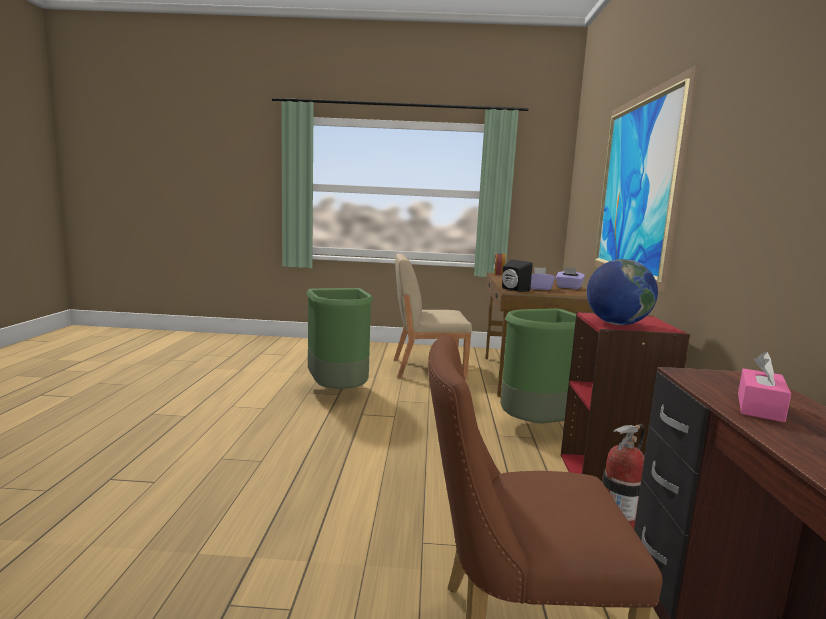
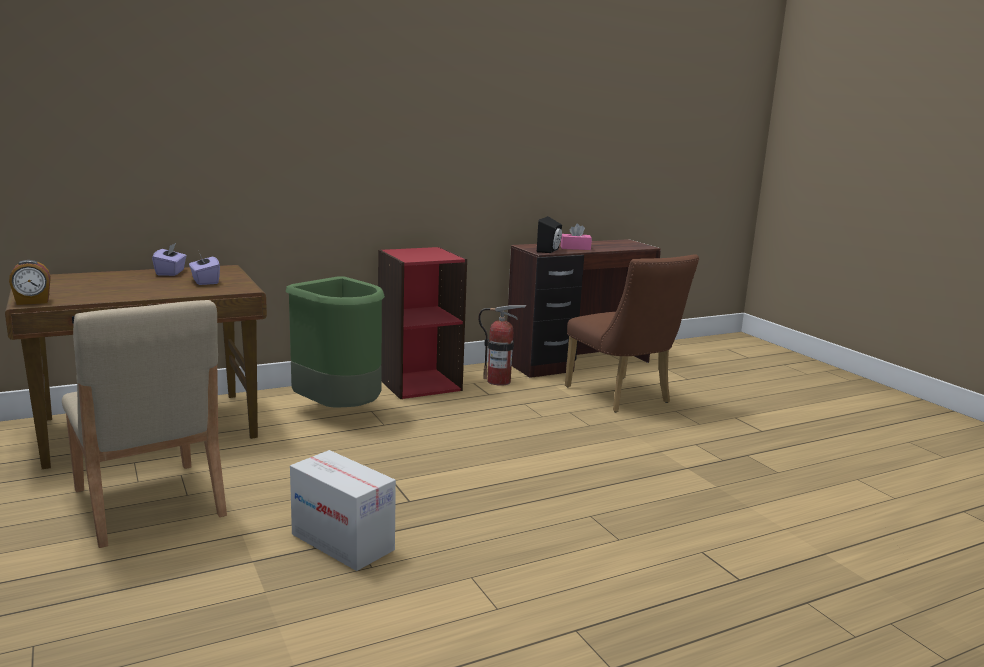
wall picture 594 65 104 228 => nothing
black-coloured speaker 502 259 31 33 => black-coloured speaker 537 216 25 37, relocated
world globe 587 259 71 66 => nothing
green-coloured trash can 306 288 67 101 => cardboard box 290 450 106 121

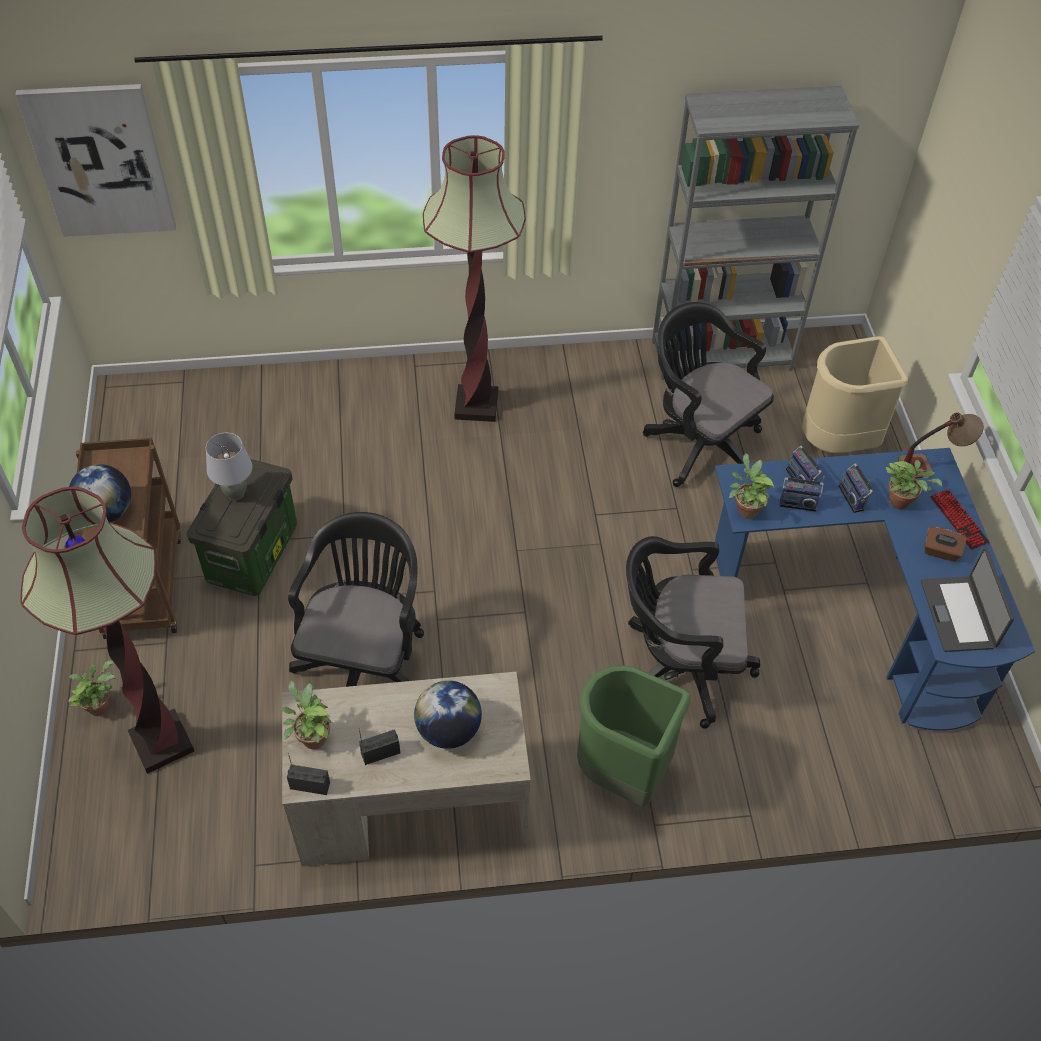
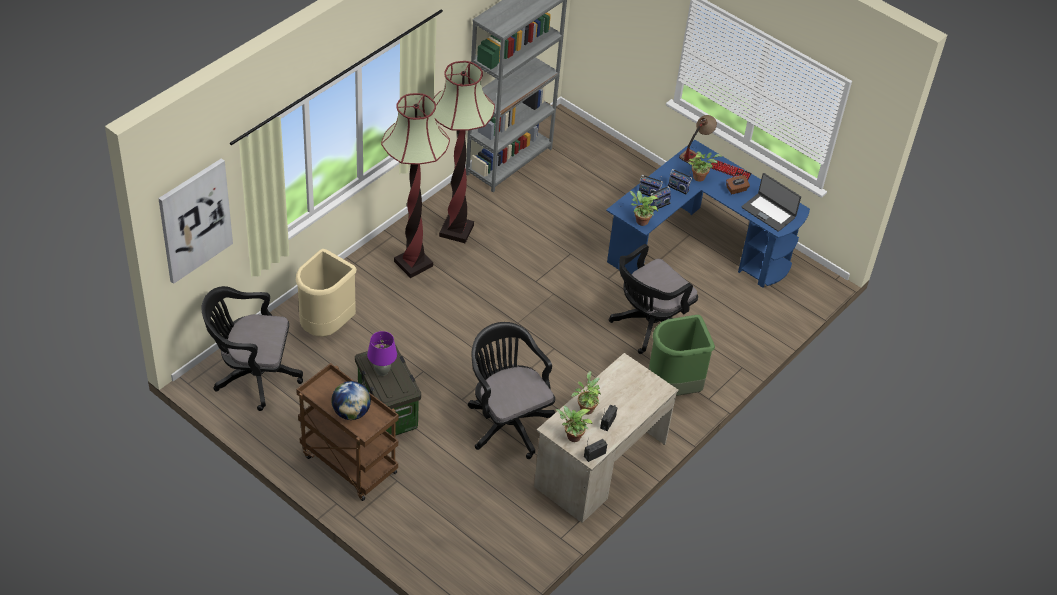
black-coloured office chair 643 302 131 185 => black-coloured office chair 202 286 101 125, relocated
beige trash can 802 336 106 117 => beige trash can 296 249 61 87, relocated
gray table lamp 206 433 46 67 => purple table lamp 367 331 30 45
standard lamp 20 487 174 287 => standard lamp 433 61 62 182, relocated
potted plant 69 660 47 56 => potted plant 571 371 30 44, relocated
world globe 414 680 68 69 => nothing

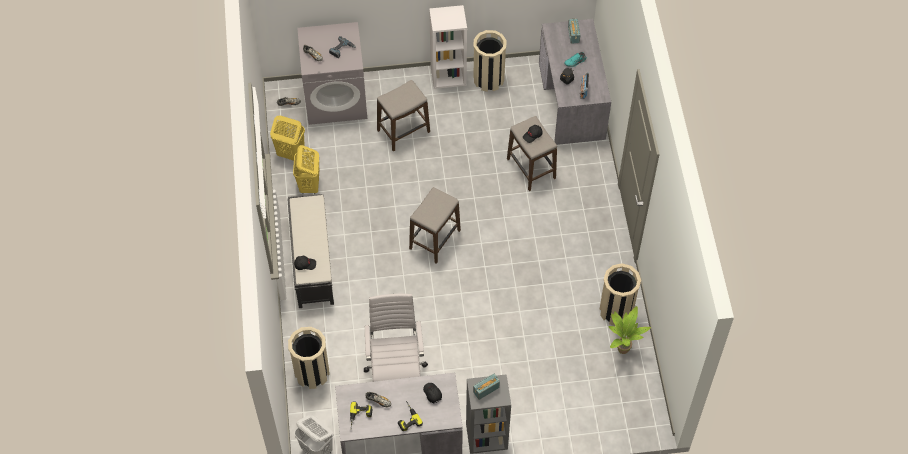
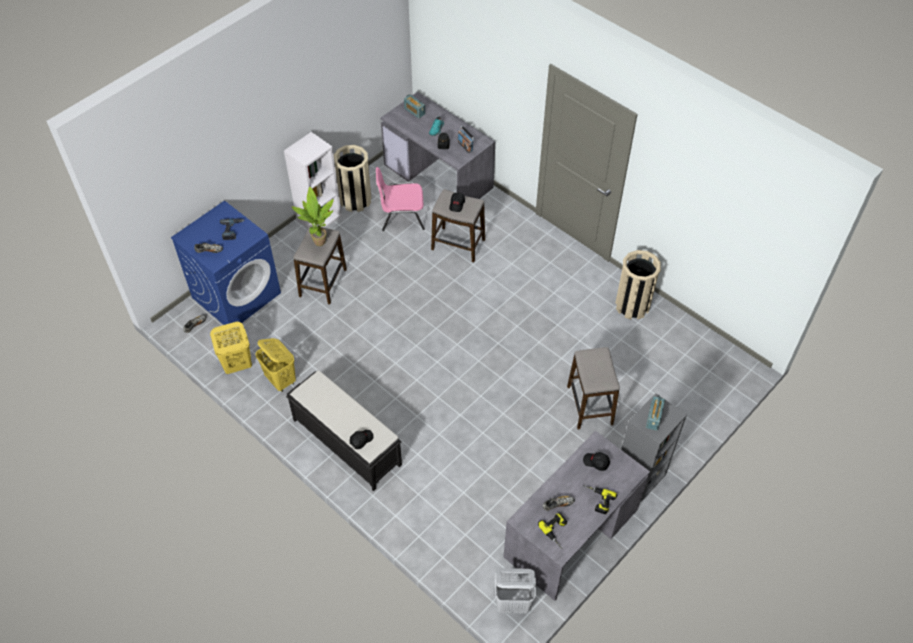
gray washing machine 297 22 70 103 => blue washing machine 171 200 110 130
stool 409 187 52 77 => stool 567 347 53 82, relocated
whitish office chair 364 294 64 88 => nothing
potted plant 609 306 42 48 => potted plant 291 187 43 59, relocated
beige trash can 288 327 42 62 => nothing
nothing => pink-coloured upright chair 376 167 49 64

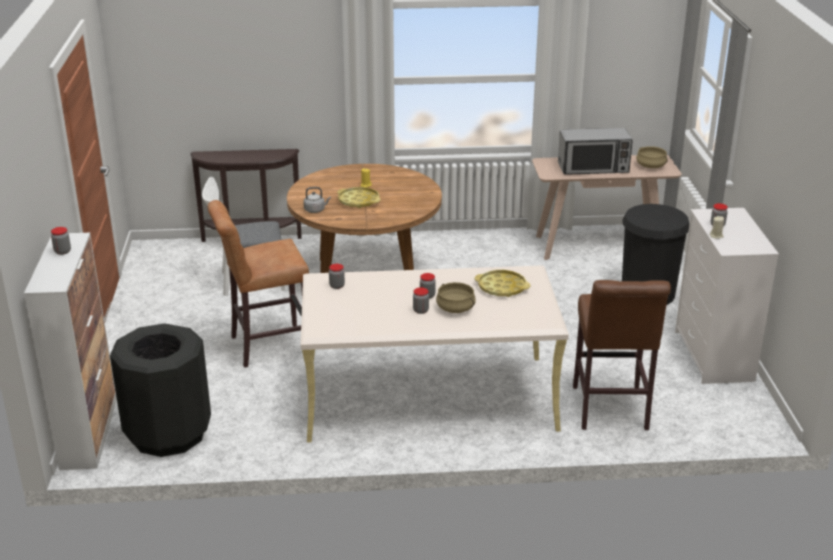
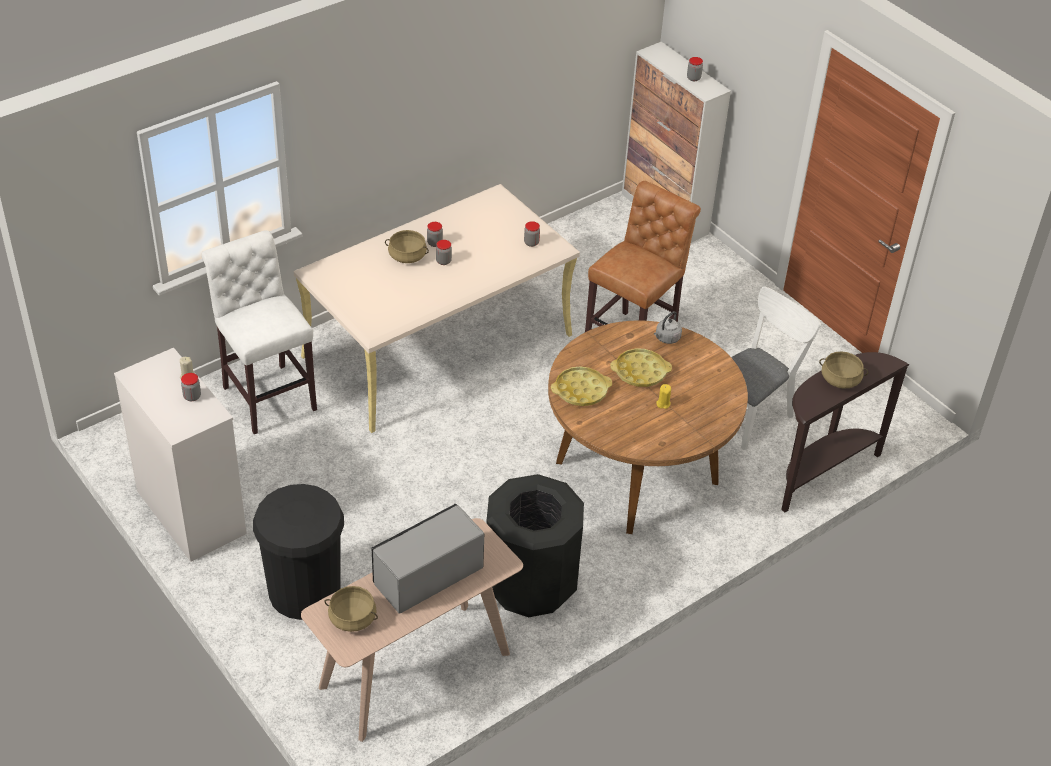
yellow-coloured carrying tray 475 270 56 27 => yellow-coloured carrying tray 551 366 61 40, relocated
brown stool 573 280 98 150 => whitish stool 201 230 116 204
black-coloured trash can 110 323 101 134 => black-coloured trash can 486 474 98 143, relocated
nothing => beige saucepot 819 351 49 38

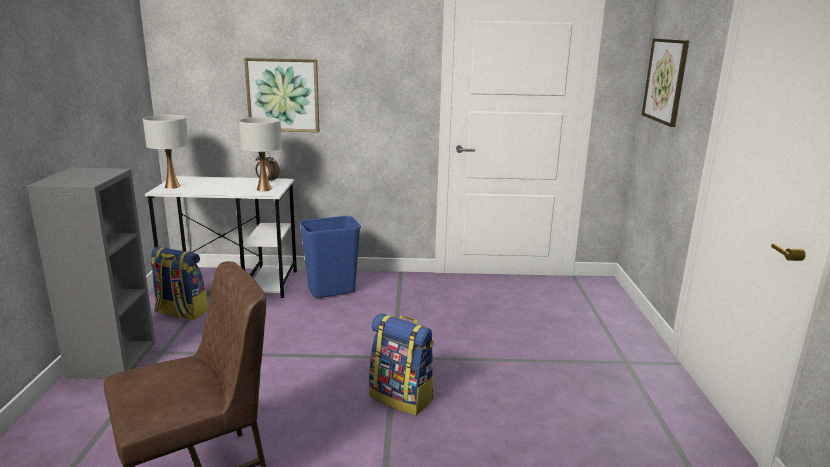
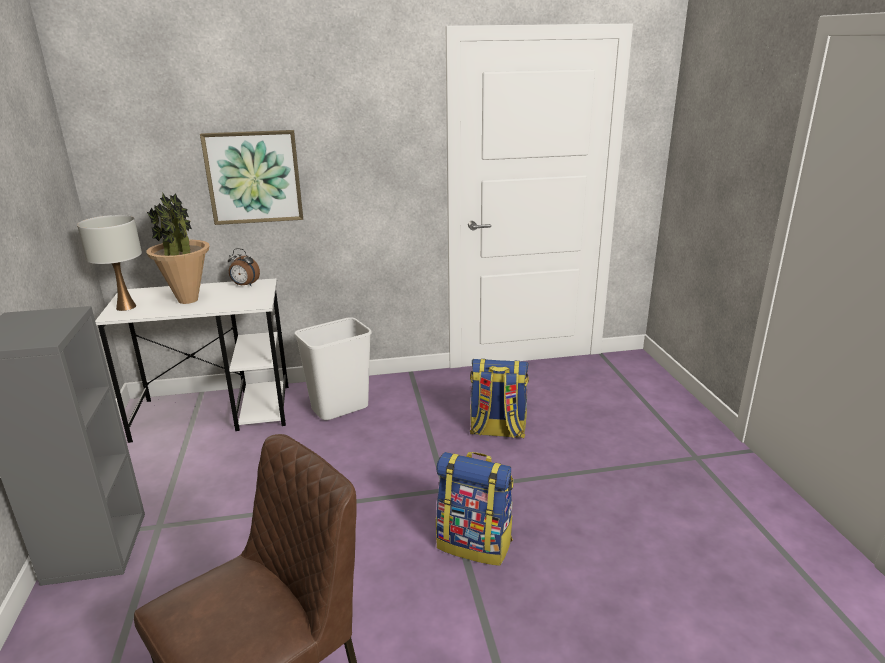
wall picture 642 38 47 89 => nothing
whitish table lamp 239 117 43 74 => nothing
blue trash can 299 216 62 82 => whitish trash can 295 317 77 103
rucksack 150 247 58 73 => rucksack 470 359 59 79, relocated
nothing => potted plant 146 193 64 111

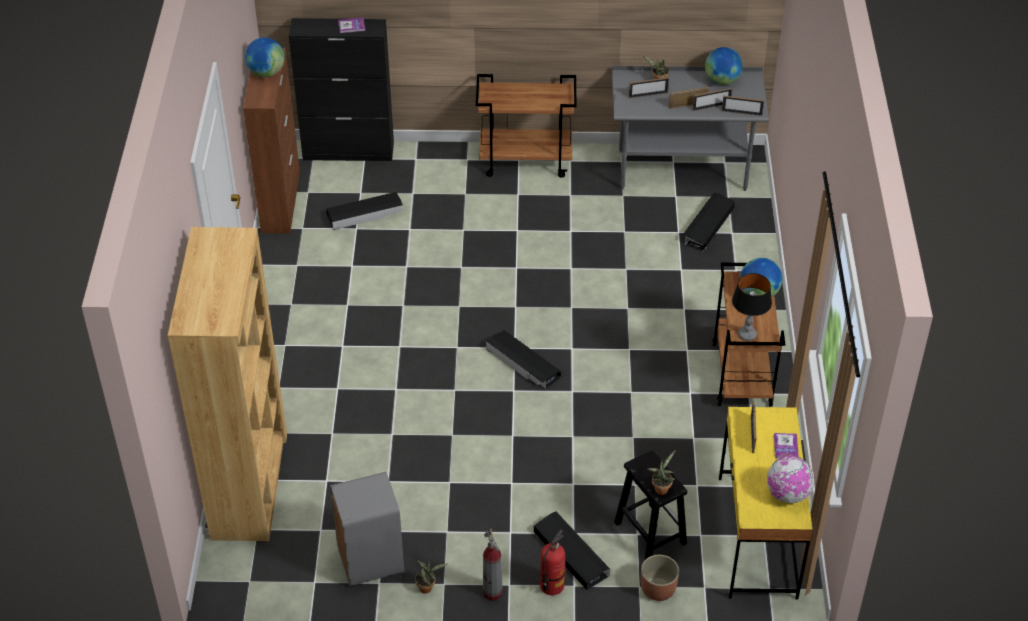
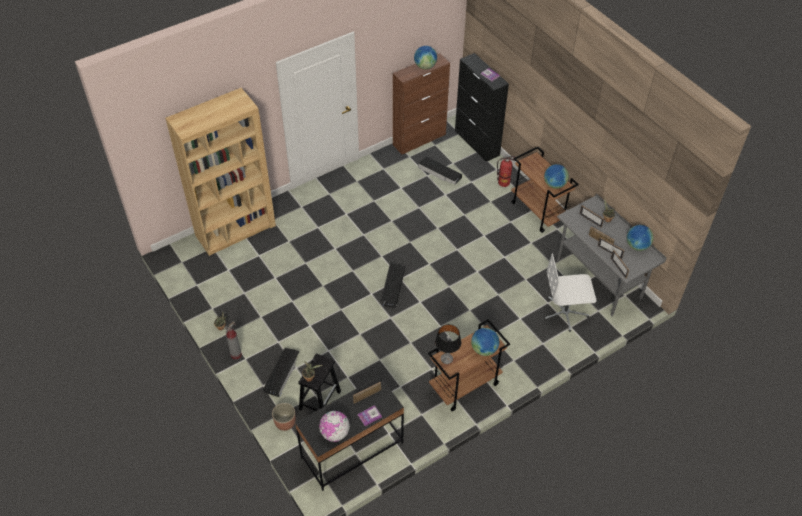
black-coloured storage bin 682 193 53 58 => whitish office chair 544 253 52 79
yellow-coloured desk 719 407 94 193 => black-coloured desk 295 376 109 115
gray trash can 330 472 74 114 => nothing
fire-fighting cylinder 540 530 25 65 => fire-fighting cylinder 497 156 18 31, relocated
nothing => world globe 544 164 25 25

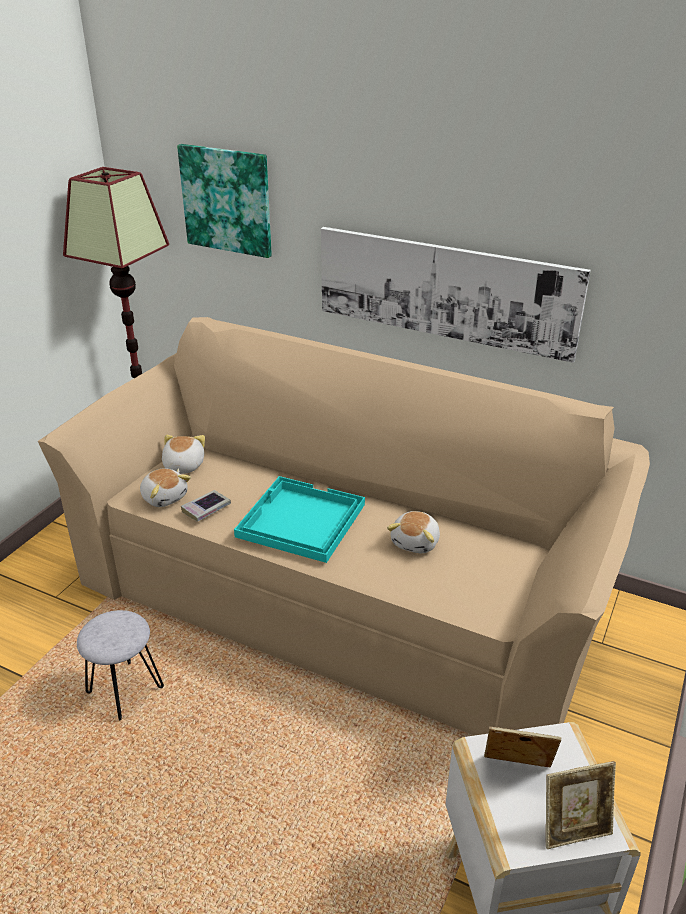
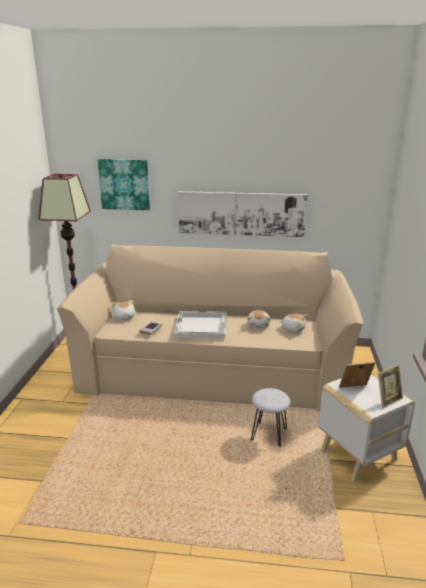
soft toy 140 468 51 39 => soft toy 279 314 29 19, relocated
turquoise-coloured carrying tray 234 476 131 87 => whitish carrying tray 174 311 52 28
gray stool 77 610 87 110 => gray stool 251 388 39 59, relocated

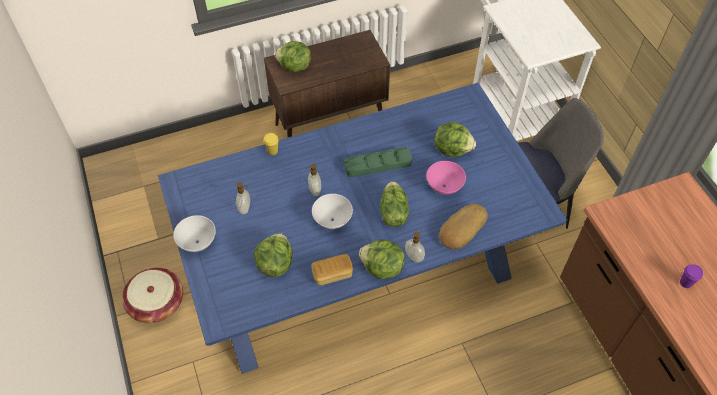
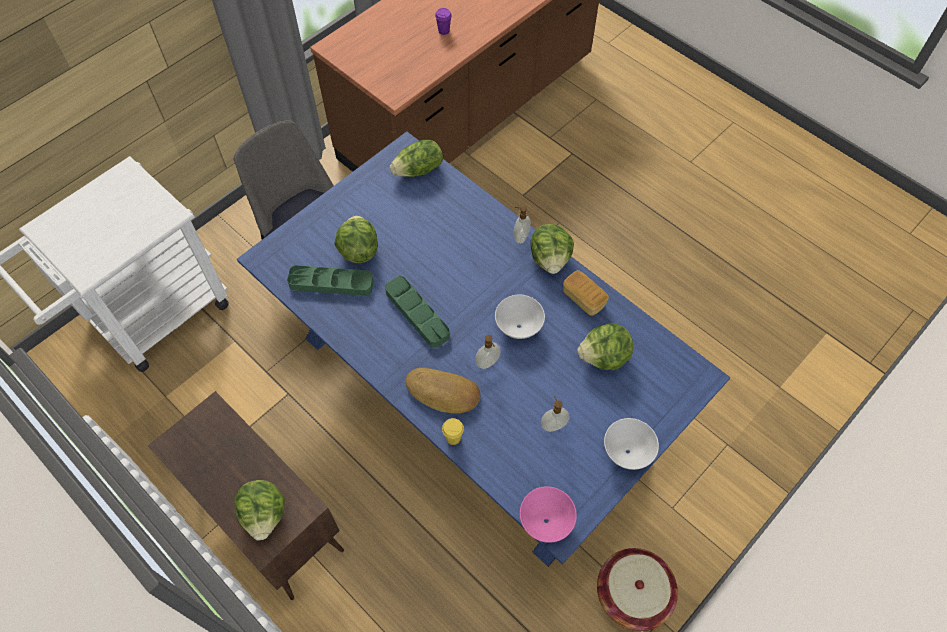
pink-coloured bowl 426 161 40 34 => pink-coloured bowl 520 486 57 57, relocated
head of lettuce 380 181 29 46 => head of lettuce 390 140 53 37, relocated
bread 439 204 49 45 => bread 405 368 76 46, relocated
nothing => green-coloured carrying tray 287 265 87 31

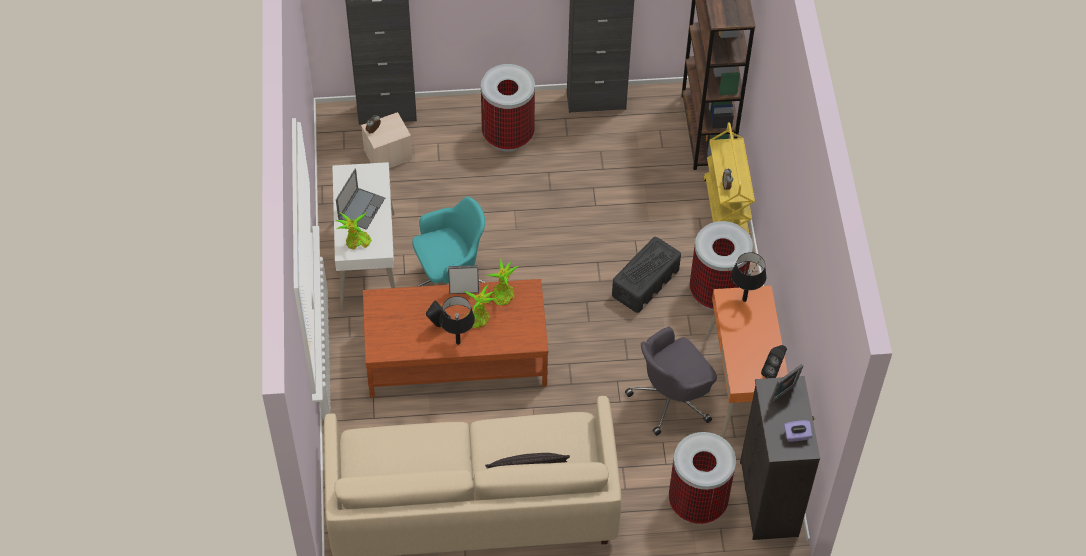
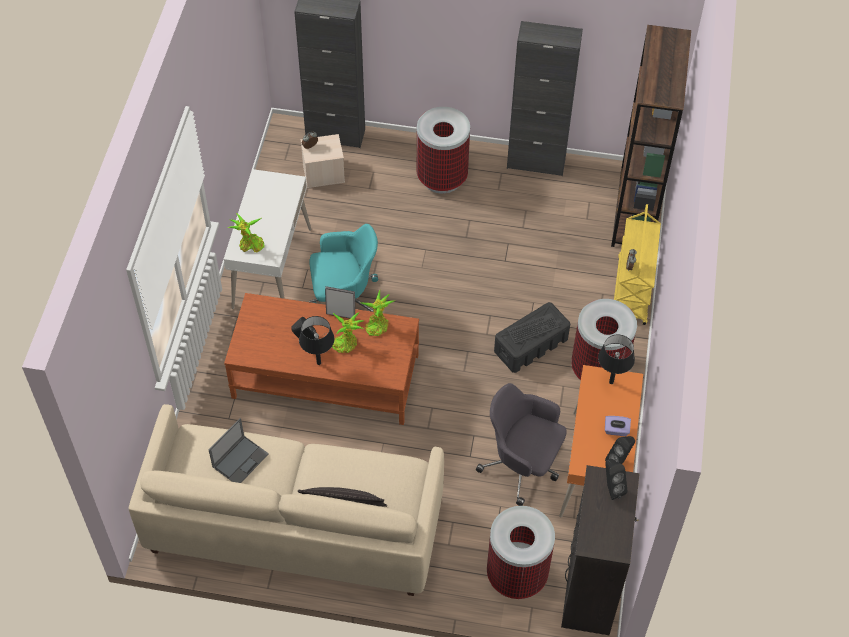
laptop 336 168 49 62 => laptop 209 418 60 65, relocated
gray office chair 625 327 92 109 => gray office chair 476 383 91 123, 45 degrees clockwise
picture frame 770 364 33 39 => black-coloured speaker 605 459 23 41
purple box of tissues 784 420 28 22 => purple box of tissues 605 416 26 20, relocated

